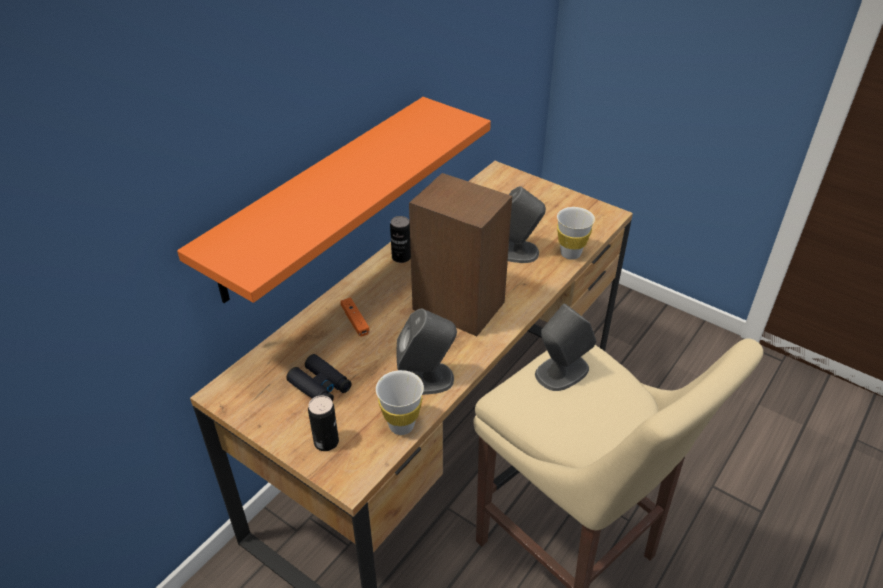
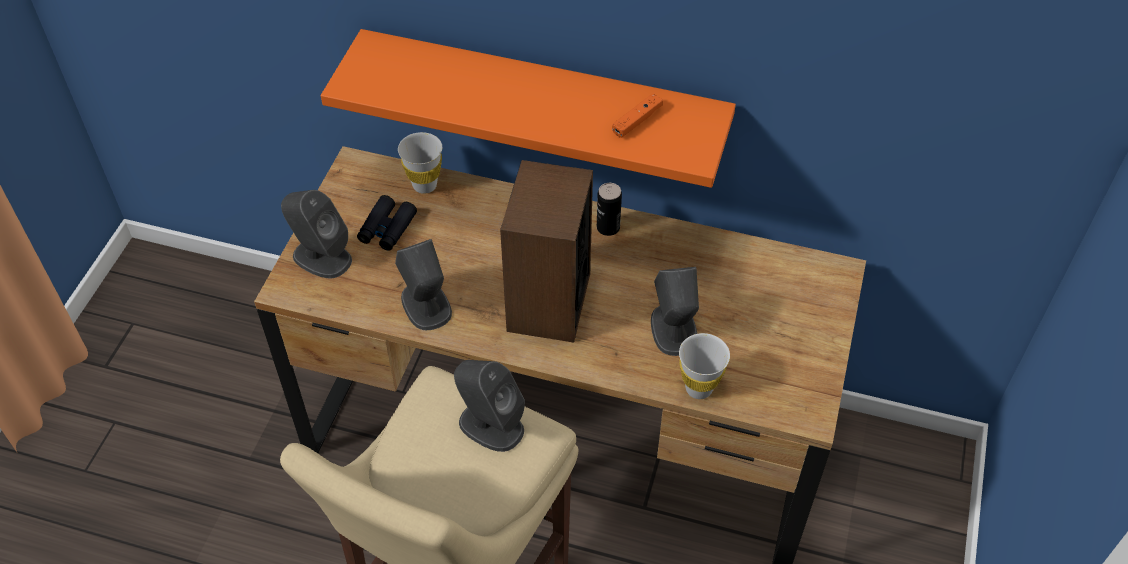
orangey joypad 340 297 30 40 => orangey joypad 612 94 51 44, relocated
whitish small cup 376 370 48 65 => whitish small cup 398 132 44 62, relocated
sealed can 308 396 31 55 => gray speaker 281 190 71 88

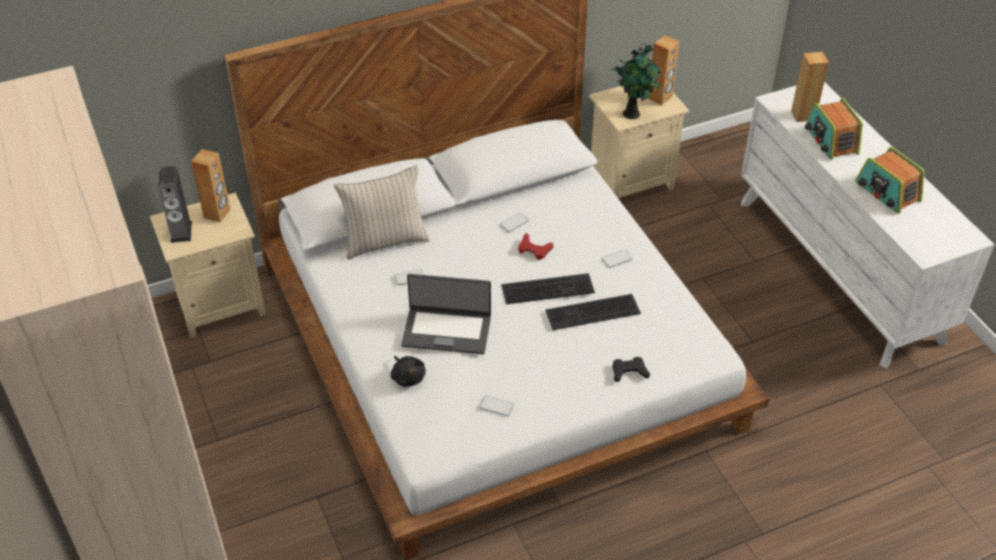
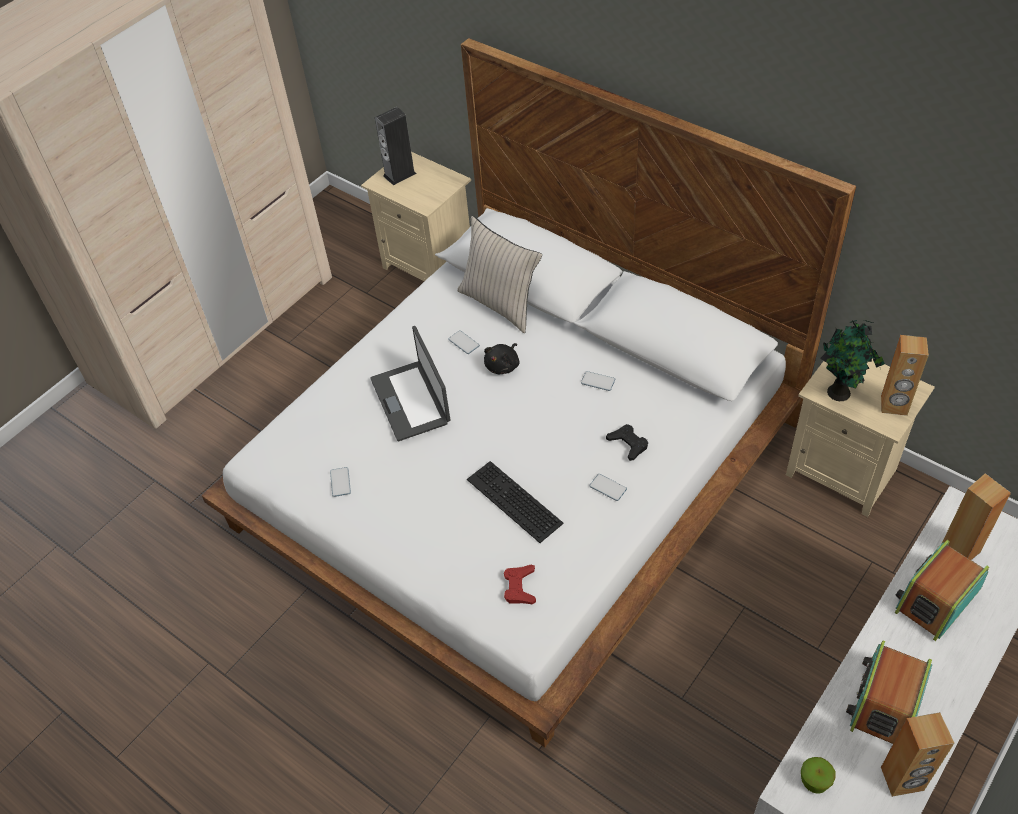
brown speaker 191 149 40 73 => brown speaker 881 712 73 85, relocated
reddish joypad 518 233 35 27 => reddish joypad 504 565 32 39, relocated
PC keyboard 501 273 94 31 => nothing
black-coloured soft toy 391 356 35 31 => black-coloured soft toy 484 343 36 31, relocated
black-coloured joypad 613 357 37 25 => black-coloured joypad 606 424 42 37, relocated
nothing => whole apple 801 757 35 37

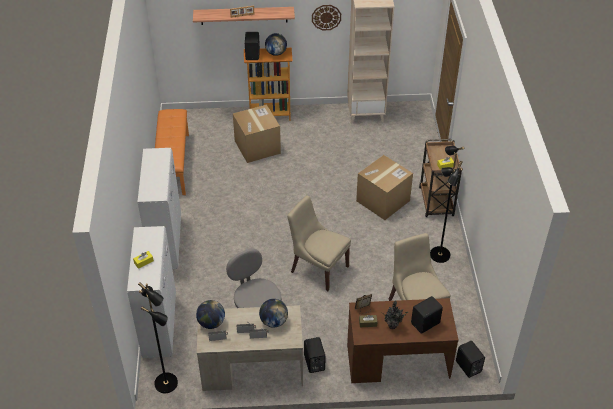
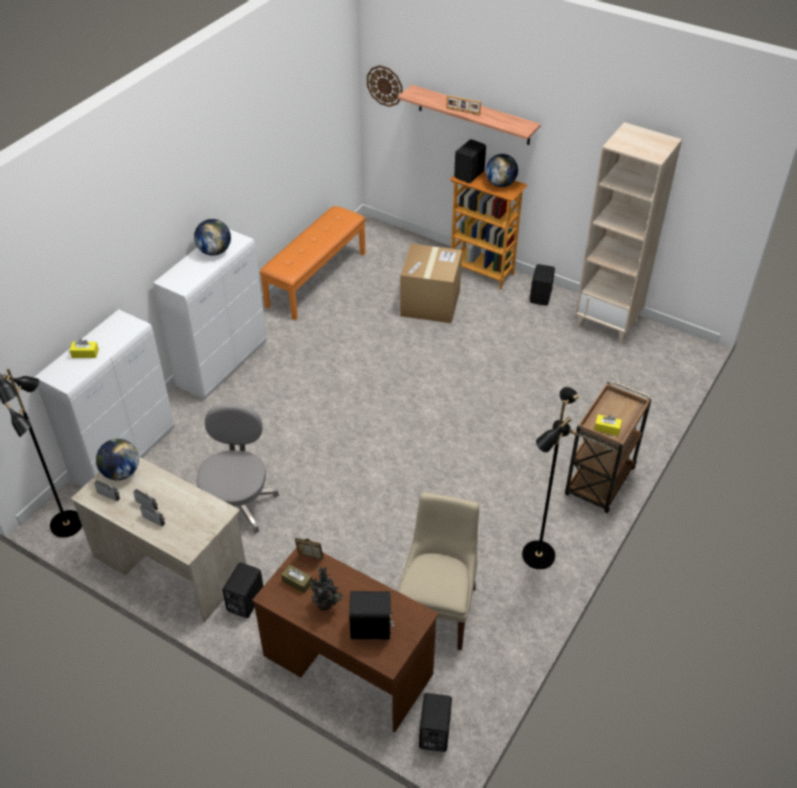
hanging clock 312 5 29 25 => hanging clock 367 65 36 42, relocated
cardboard box 356 155 57 65 => nothing
beige upright chair 287 196 64 95 => nothing
world globe 259 299 29 29 => world globe 194 219 37 37, relocated
nothing => black-coloured speaker 530 264 25 42

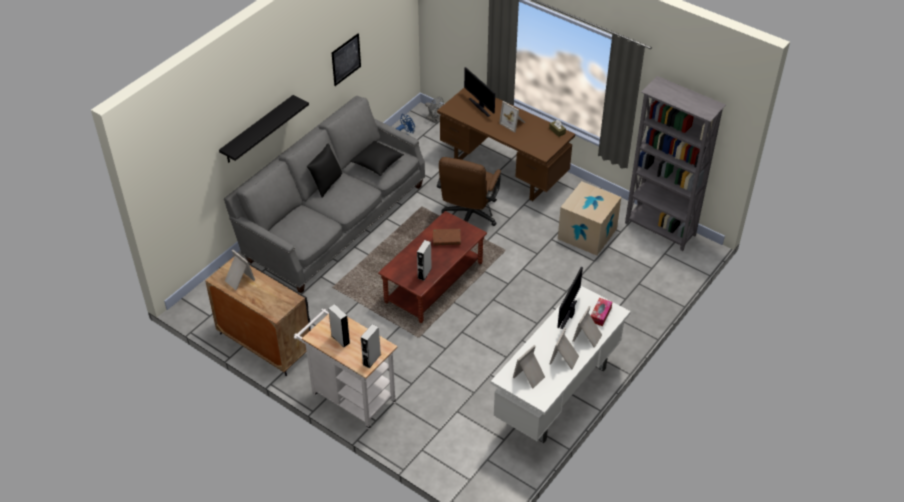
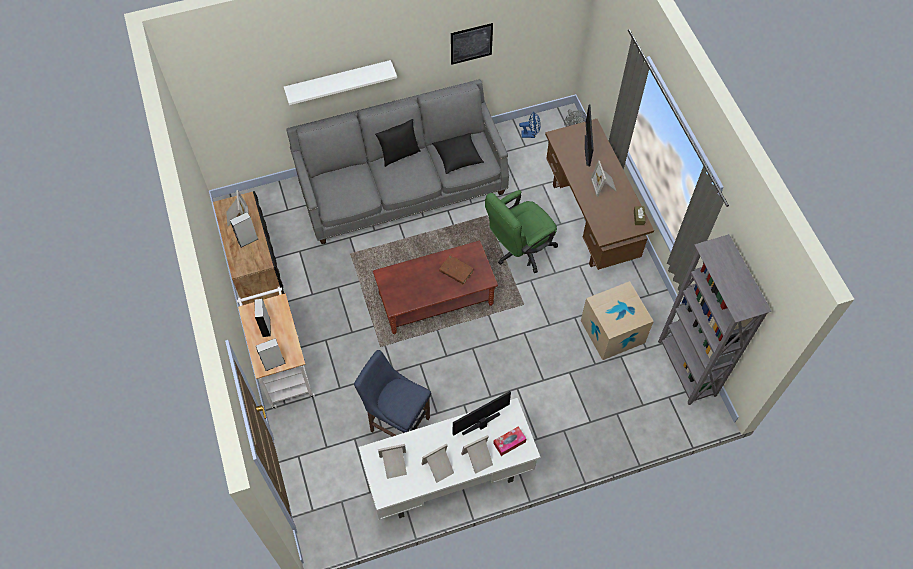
black-coloured shelf 219 95 90 68 => whitish shelf 284 60 113 45
brown office chair 437 157 64 69 => green-coloured office chair 485 190 73 83
gray speaker 417 240 15 41 => gray speaker 230 212 28 35, relocated
nothing => blue stool 354 350 77 87

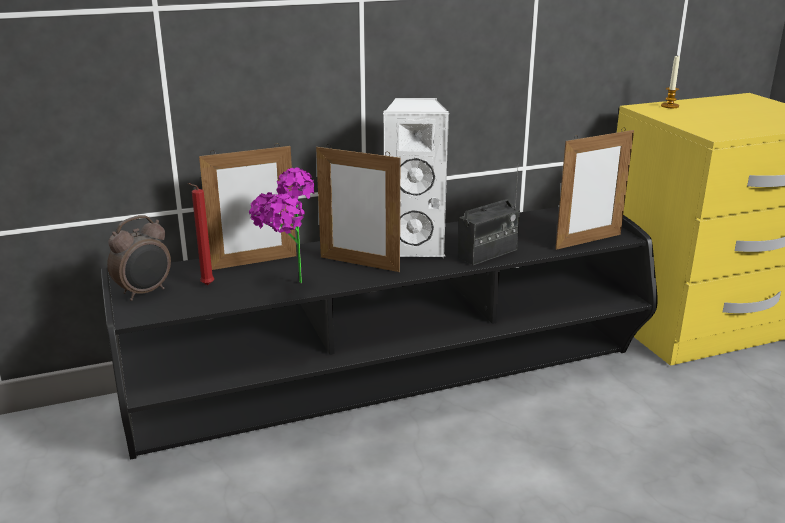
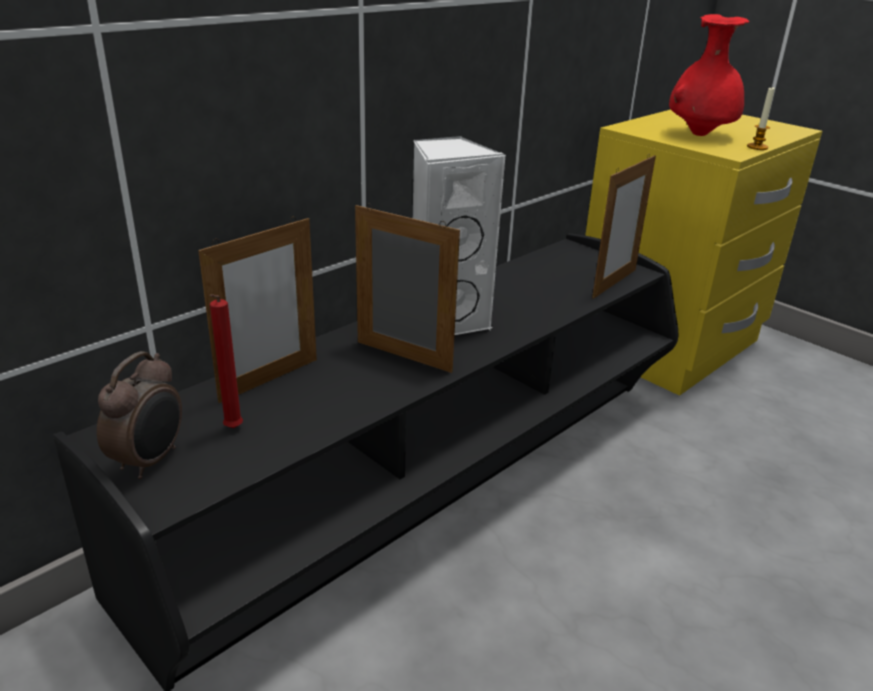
wax light 661 54 19 54 => wax light 747 87 28 63, relocated
picture frame 316 144 84 128 => picture frame 355 204 105 169, 150 degrees counterclockwise
radio receiver 458 163 62 102 => nothing
potted plant 249 168 65 115 => nothing
nothing => reddish flower vase 669 14 81 122

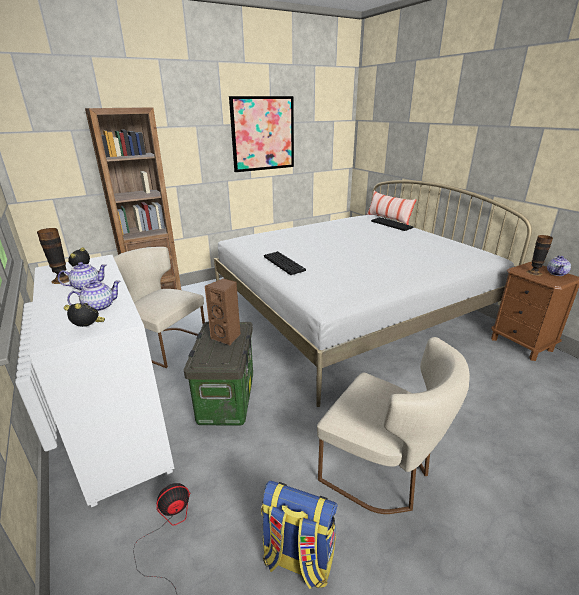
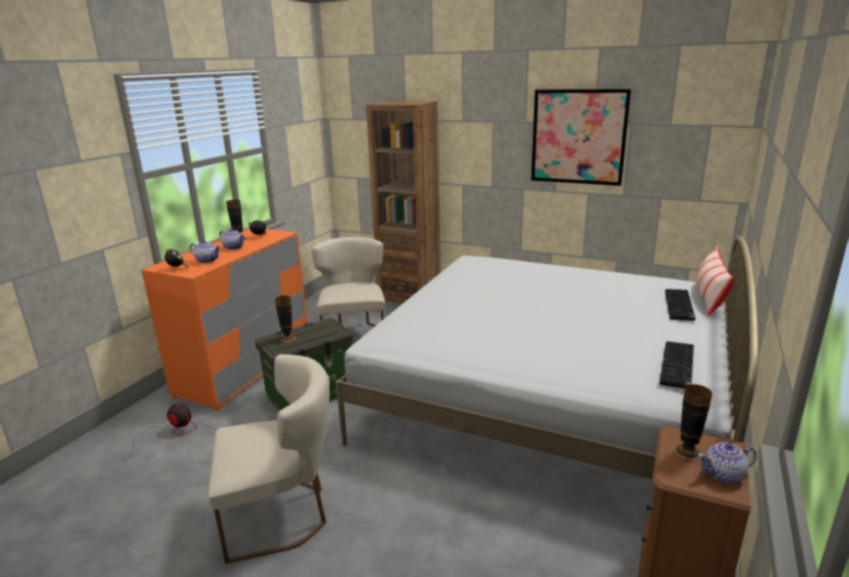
PC keyboard 264 251 42 24 => PC keyboard 660 341 34 48, relocated
whitish dresser 29 255 145 252 => orangey dresser 141 228 167 183
brown speaker 204 278 37 68 => nothing
beige upright chair 317 337 153 177 => beige upright chair 208 354 122 210, 105 degrees counterclockwise
rucksack 261 480 77 109 => nothing
nothing => flower vase 275 295 21 47

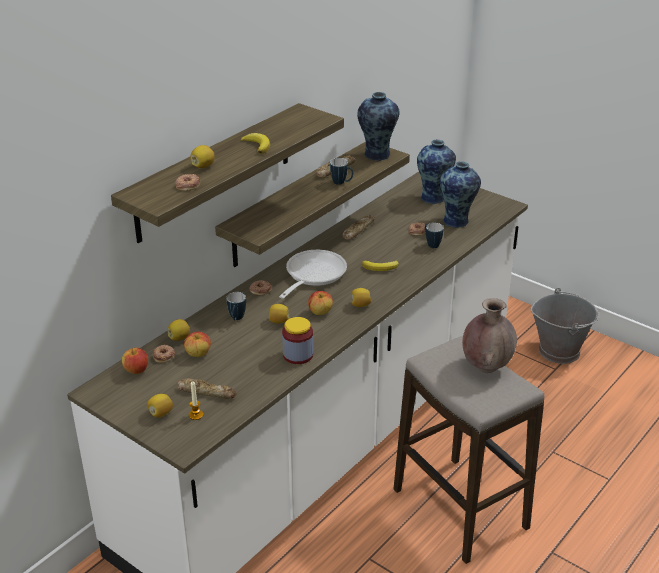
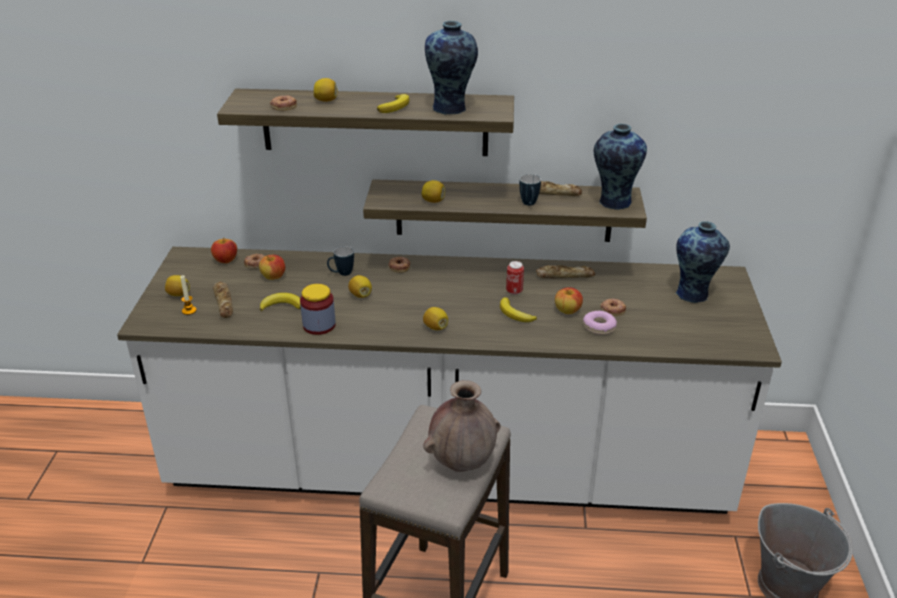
flower vase 440 161 41 67 => flower vase 425 21 53 93, relocated
mug 425 223 19 25 => donut 583 311 34 24
pan 279 250 68 49 => nothing
whole apple 308 291 25 24 => whole apple 555 287 28 27, relocated
citrus fruit 168 319 22 22 => citrus fruit 422 180 23 23, relocated
nothing => sealed can 506 261 18 34
nothing => whole banana 260 293 41 18

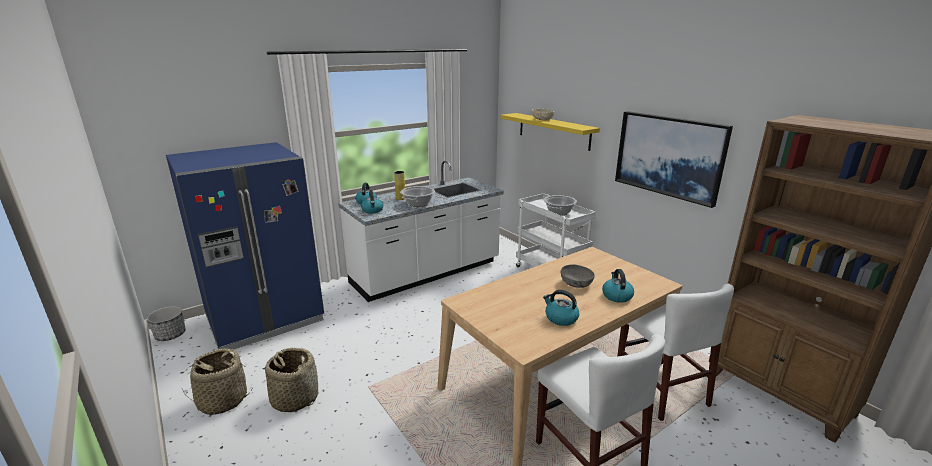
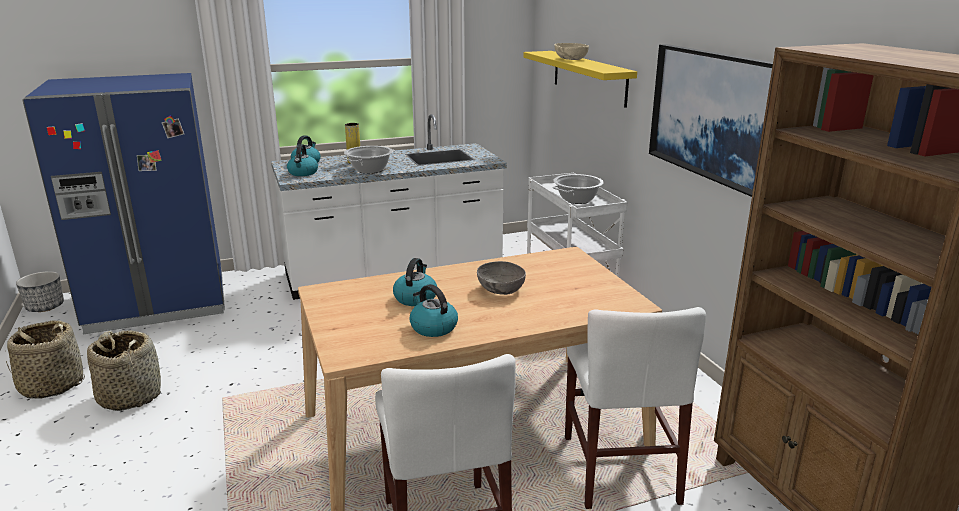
water kettle 602 269 32 34 => water kettle 393 258 44 48, relocated

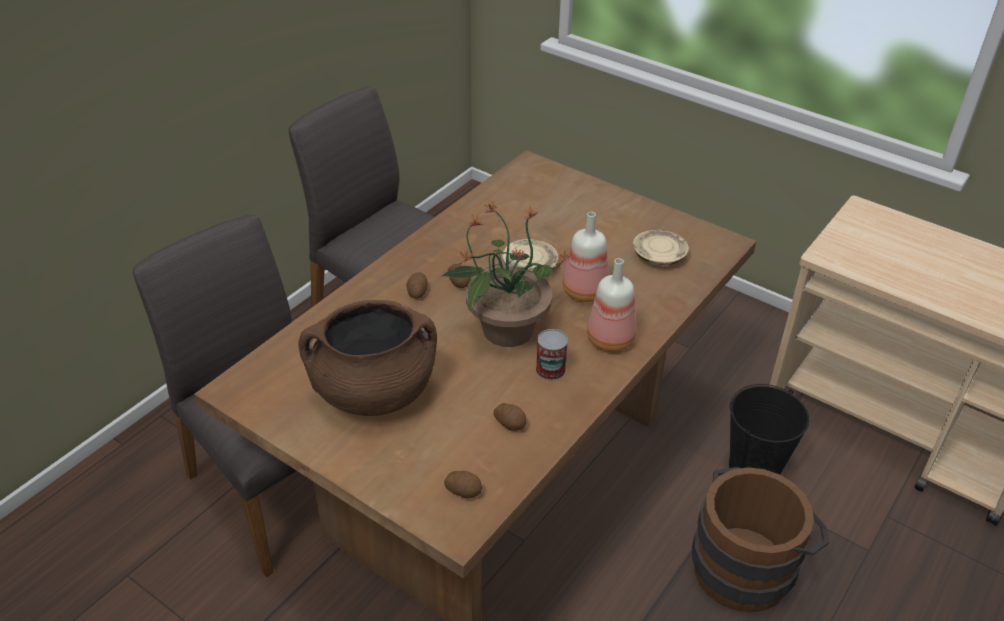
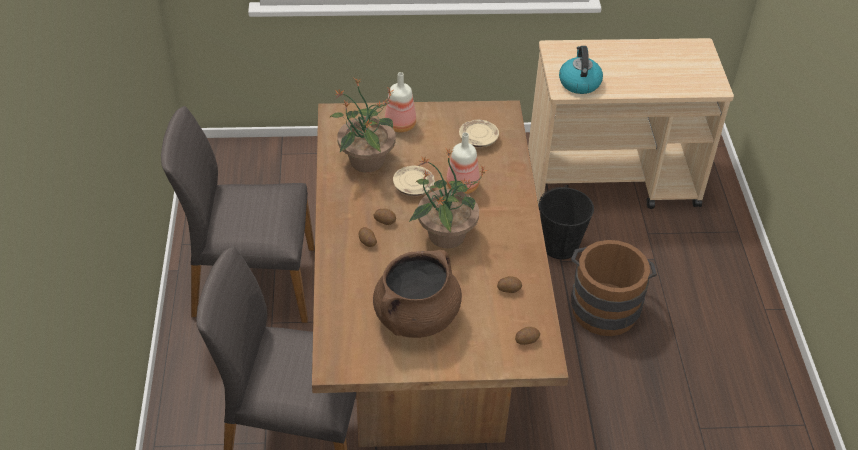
beverage bottle 587 258 49 94 => beverage bottle 385 72 31 60, relocated
sealed can 536 329 32 51 => nothing
nothing => water kettle 559 46 44 48
nothing => potted plant 330 78 66 94

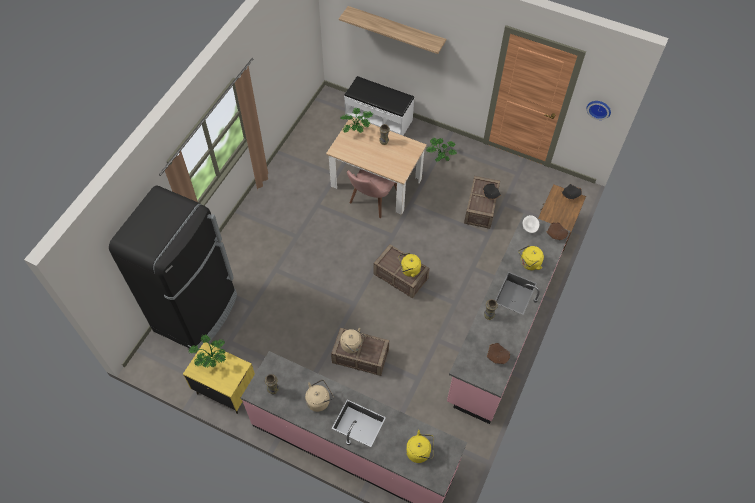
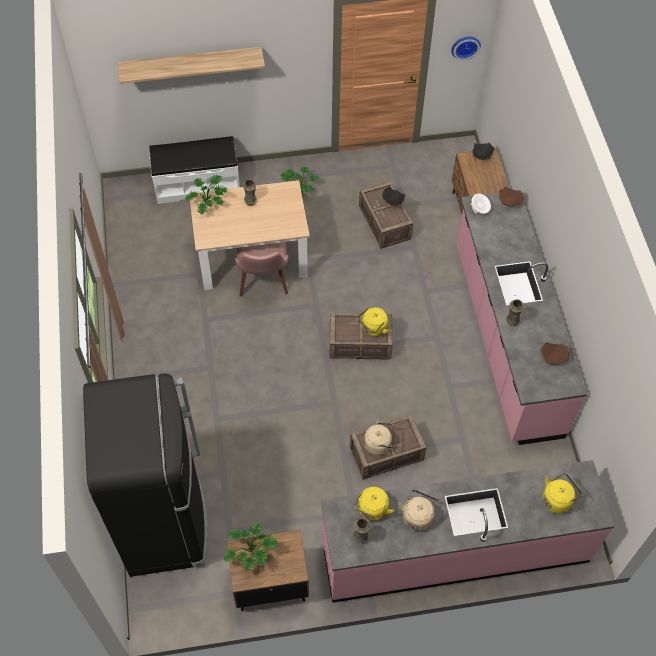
yellow-coloured water kettle 519 245 25 25 => yellow-coloured water kettle 354 487 40 34, relocated
yellow-coloured bedside table 183 342 72 72 => brown bedside table 227 530 82 81

